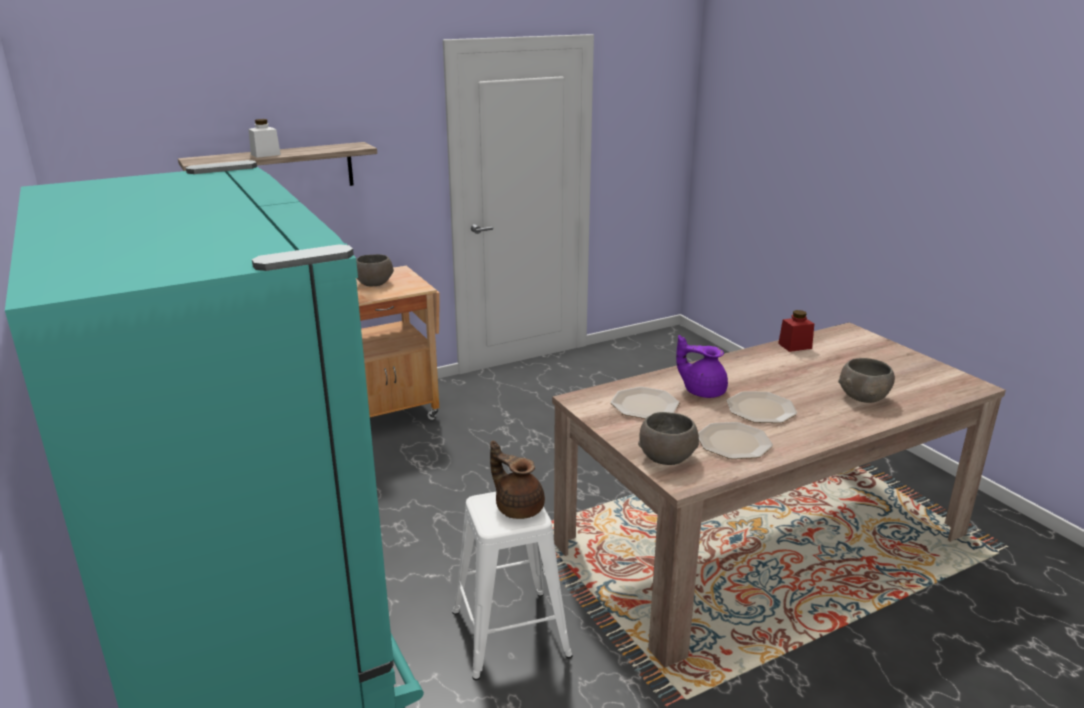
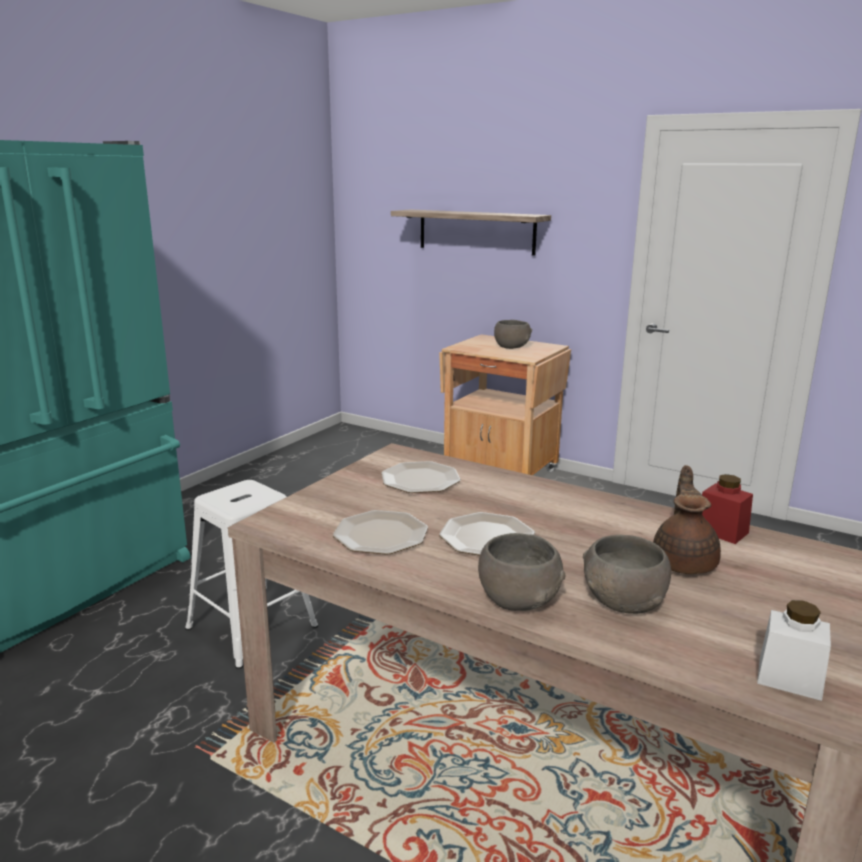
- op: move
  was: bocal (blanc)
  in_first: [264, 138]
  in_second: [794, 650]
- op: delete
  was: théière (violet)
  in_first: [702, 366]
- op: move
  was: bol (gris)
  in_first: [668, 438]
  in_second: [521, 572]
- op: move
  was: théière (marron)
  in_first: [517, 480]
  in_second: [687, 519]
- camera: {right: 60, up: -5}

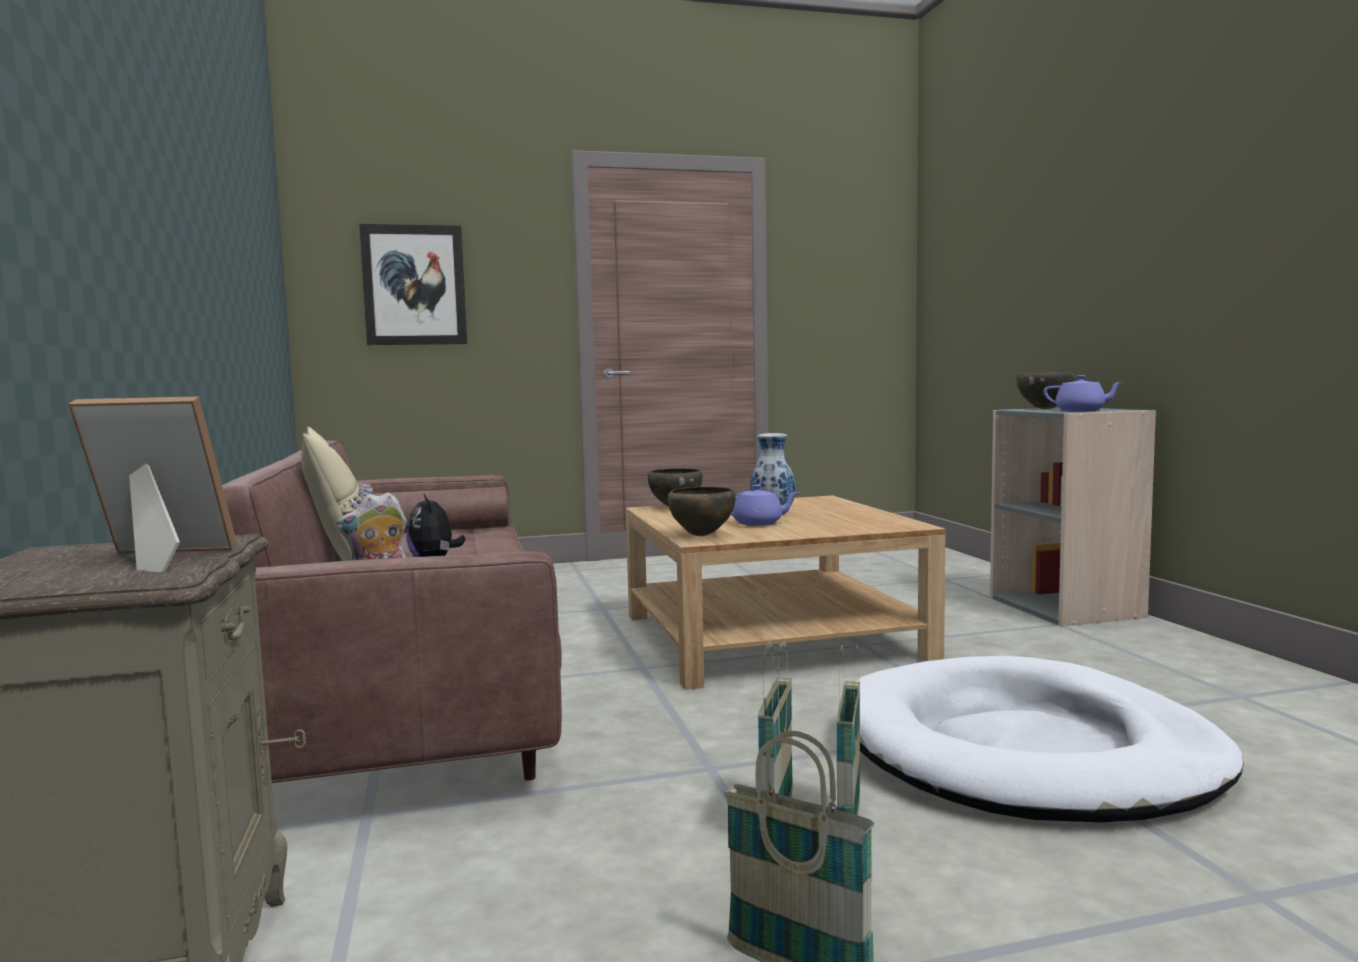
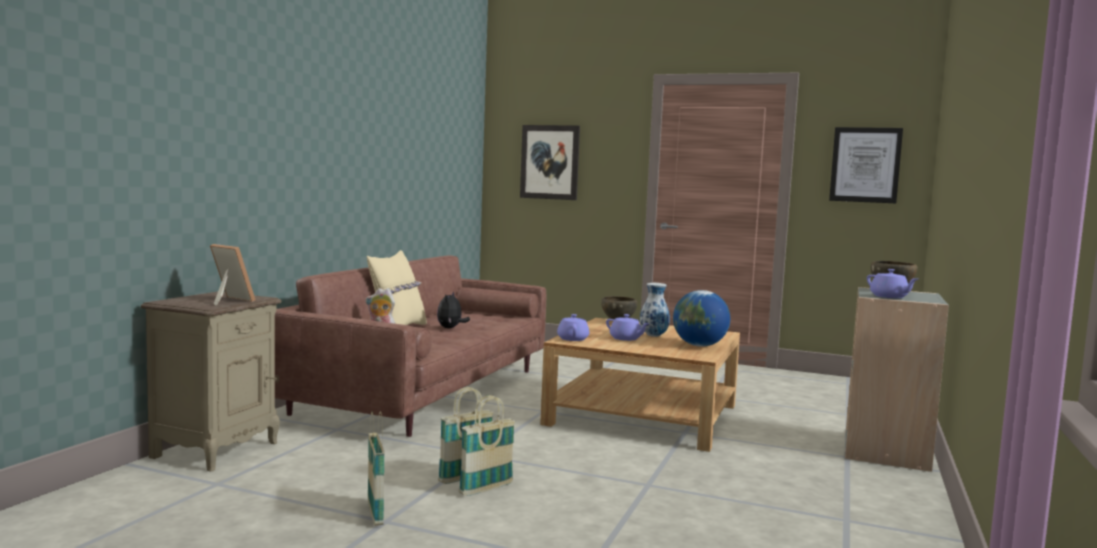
- op: replace
  was: bol (marron)
  now: théière (violet)
  in_first: [701, 511]
  in_second: [573, 327]
- op: delete
  was: panier pour chien (blanc)
  in_first: [1050, 739]
- op: insert
  now: tableau
  in_second: [866, 165]
- op: insert
  now: globe
  in_second: [701, 318]
- camera: {right: 35, up: 0}

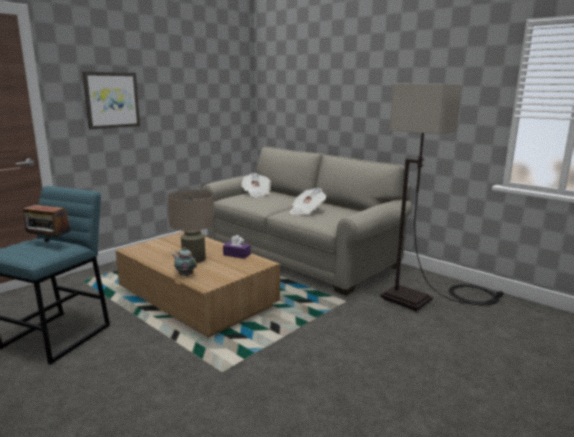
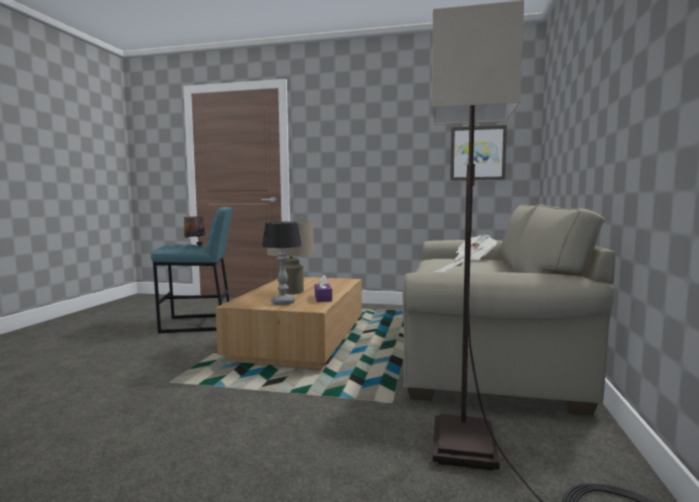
- op: move
  was: tableau
  in_first: [111, 100]
  in_second: [478, 153]
- op: delete
  was: théière
  in_first: [185, 261]
- op: insert
  now: lampe de table
  in_second: [282, 263]
- camera: {right: 60, up: -10}

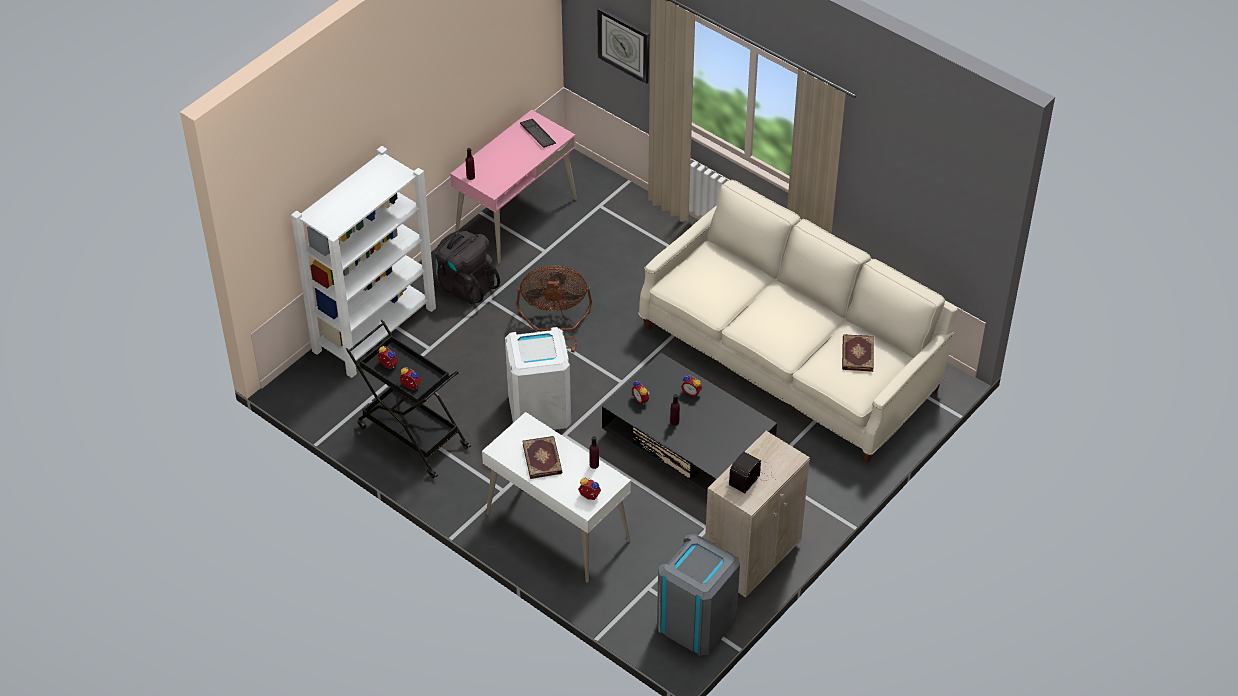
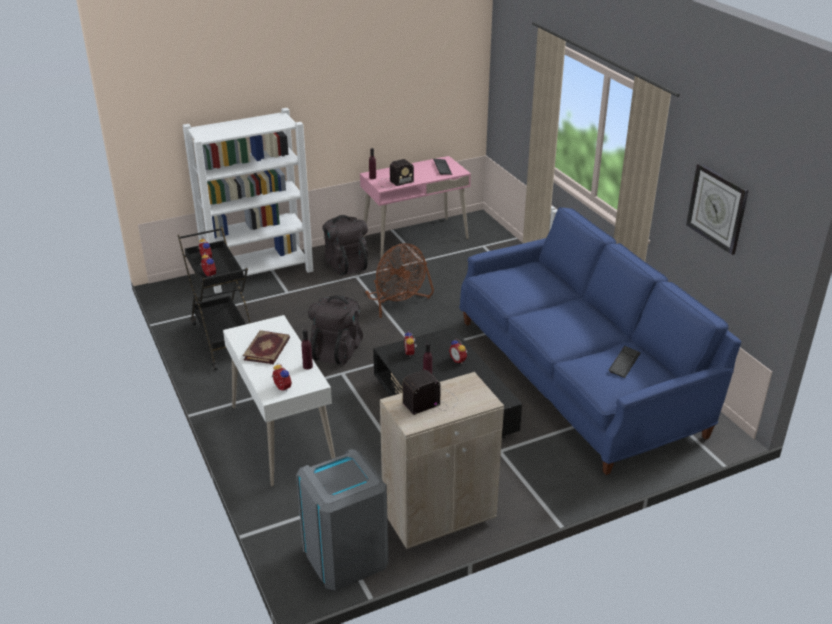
- op: move
  was: horloge murale
  in_first: [623, 45]
  in_second: [717, 209]
- op: recolor
  was: canapé (beige)
  now: canapé (bleu)
  in_first: [797, 321]
  in_second: [600, 341]
- op: rotate
  was: ventilateur (marron)
  in_first: [554, 309]
  in_second: [399, 280]
  clockwise: 120
- op: replace
  was: poubelle (blanc)
  now: sac à dos (noir)
  in_first: [538, 378]
  in_second: [335, 330]
- op: replace
  was: livre
  now: clavier
  in_first: [858, 353]
  in_second: [625, 362]
- op: insert
  now: radio
  in_second: [396, 174]
- camera: {right: 25, up: -15}

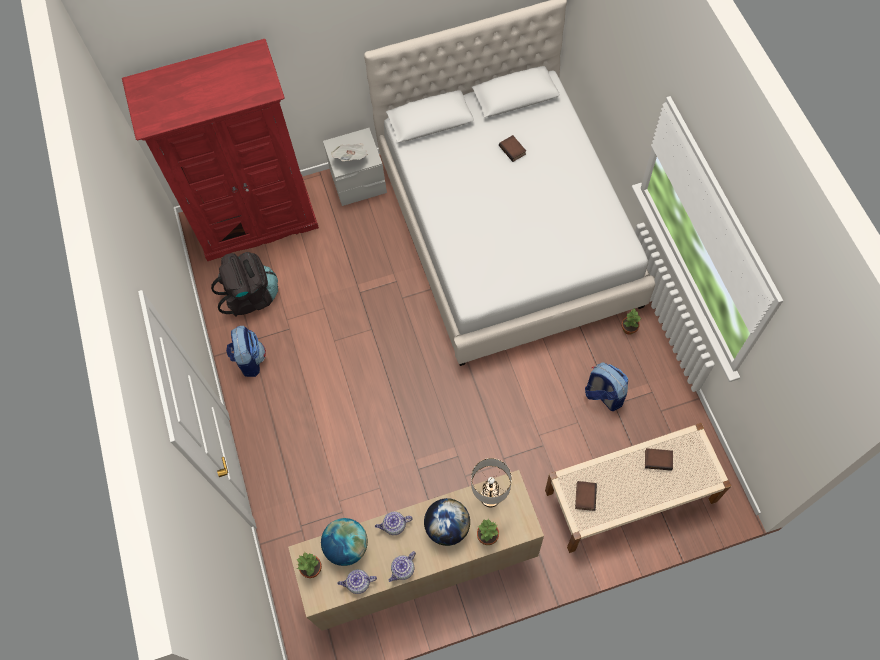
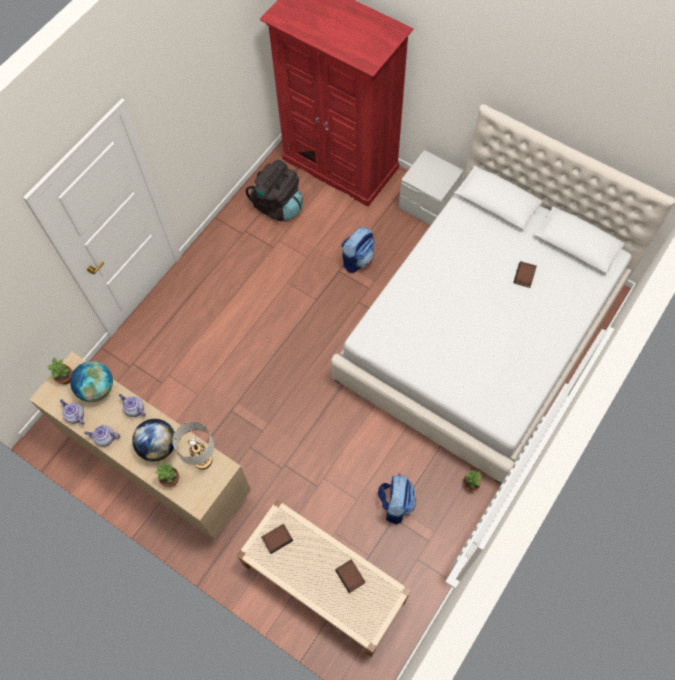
- op: delete
  was: journal
  in_first: [349, 152]
- op: move
  was: sac à dos
  in_first: [246, 351]
  in_second: [358, 250]
- camera: {right: 50, up: 0}

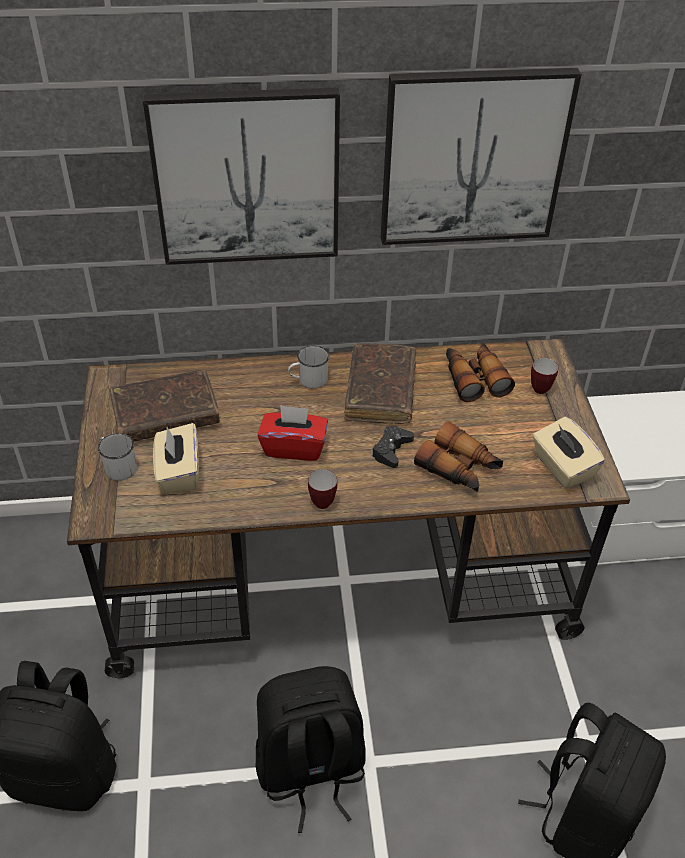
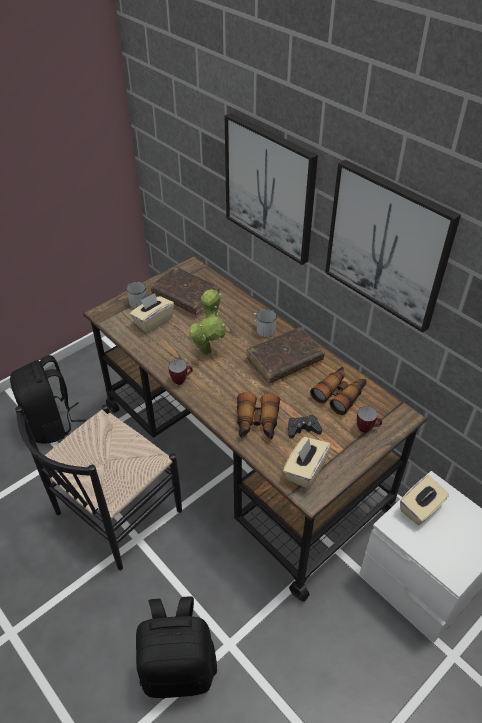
- op: replace
  was: boîte à mouchoirs (rouge)
  now: plante en pot
  in_first: [292, 433]
  in_second: [207, 322]
- op: move
  was: manette (noir)
  in_first: [393, 447]
  in_second: [305, 426]
- op: replace
  was: sac à dos (noir)
  now: chaise (noir)
  in_first: [310, 749]
  in_second: [98, 487]
- op: insert
  now: boîte à mouchoirs (beige)
  in_second: [424, 500]
- camera: {right: 55, up: 0}

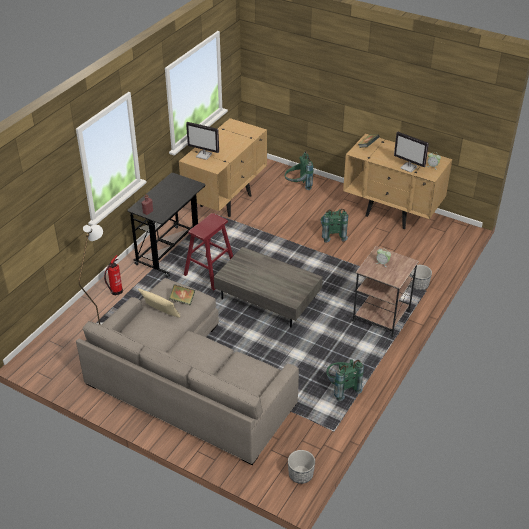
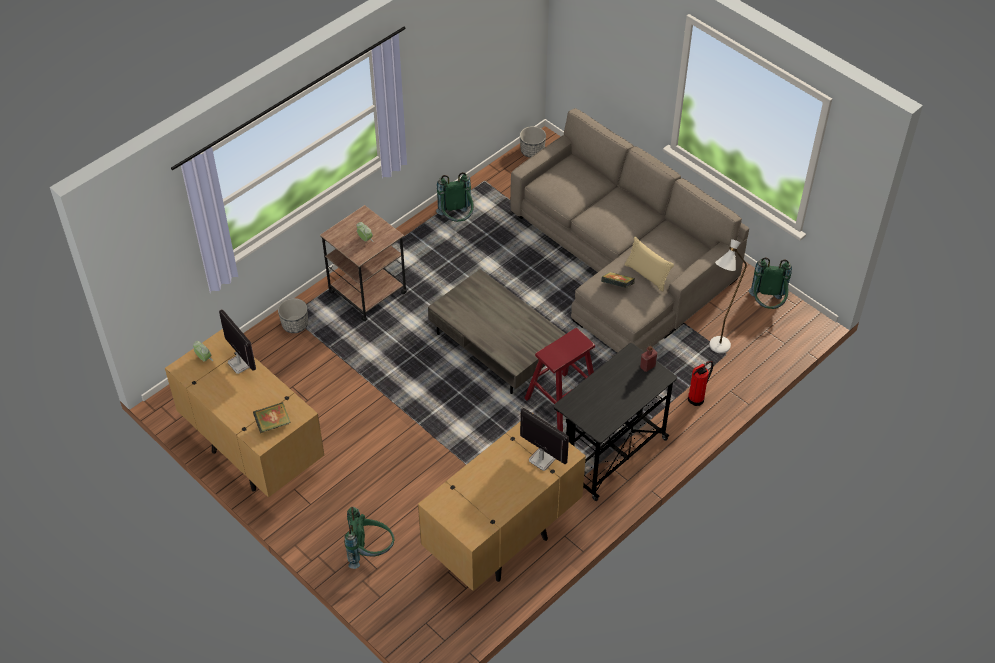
- op: move
  was: sac à dos (vert)
  in_first: [334, 226]
  in_second: [770, 283]
- camera: {right: -165, up: 10}

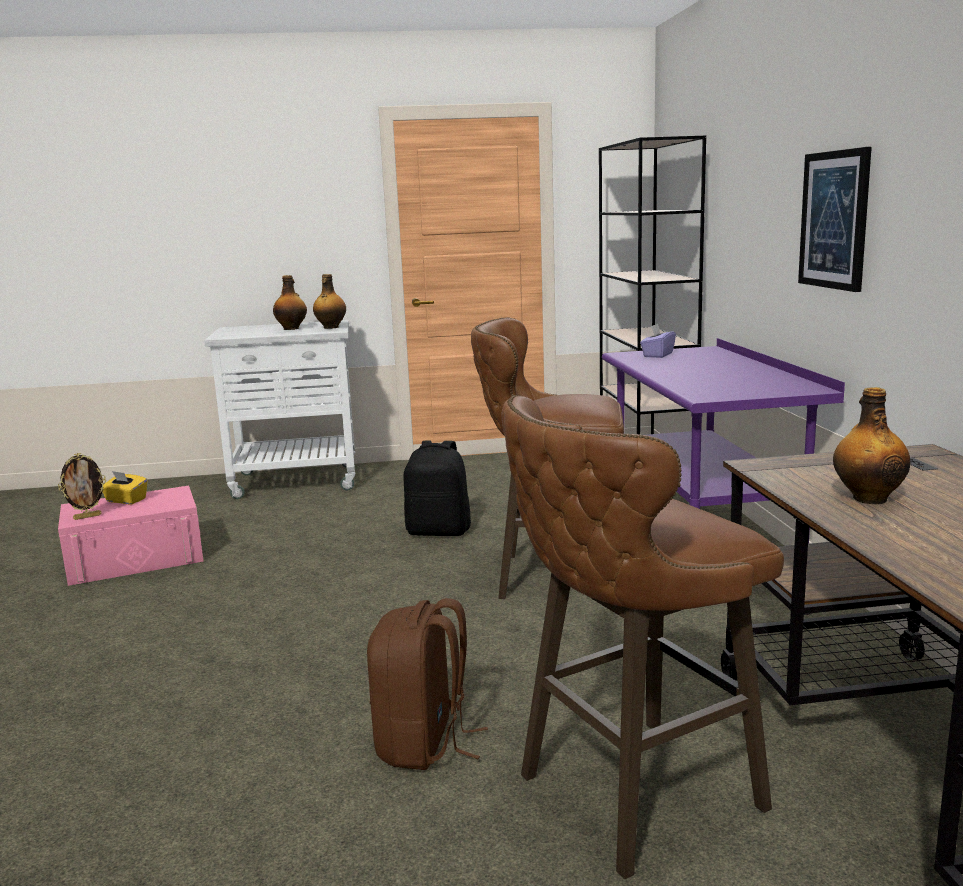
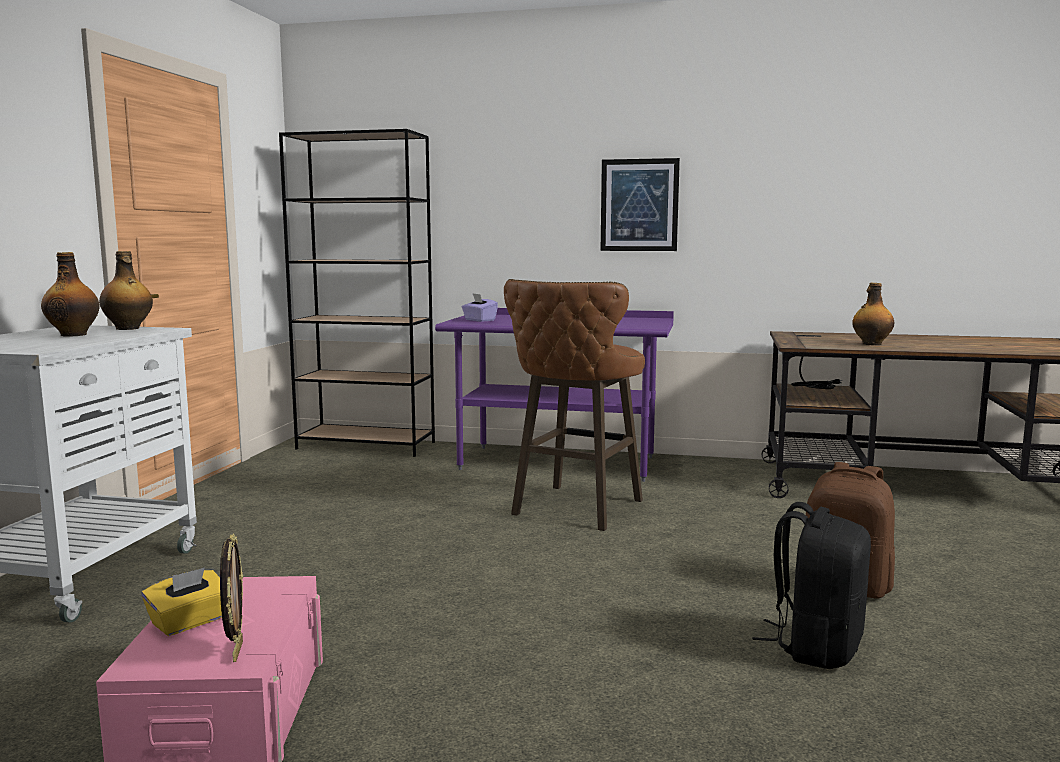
- op: delete
  was: tabouret (marron)
  in_first: [643, 637]
- op: move
  was: sac à dos (noir)
  in_first: [437, 488]
  in_second: [811, 585]
- camera: {right: -70, up: -5}

